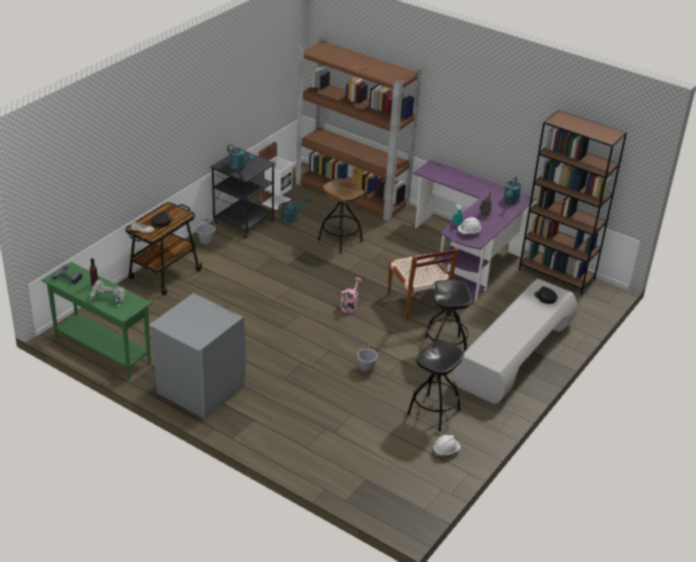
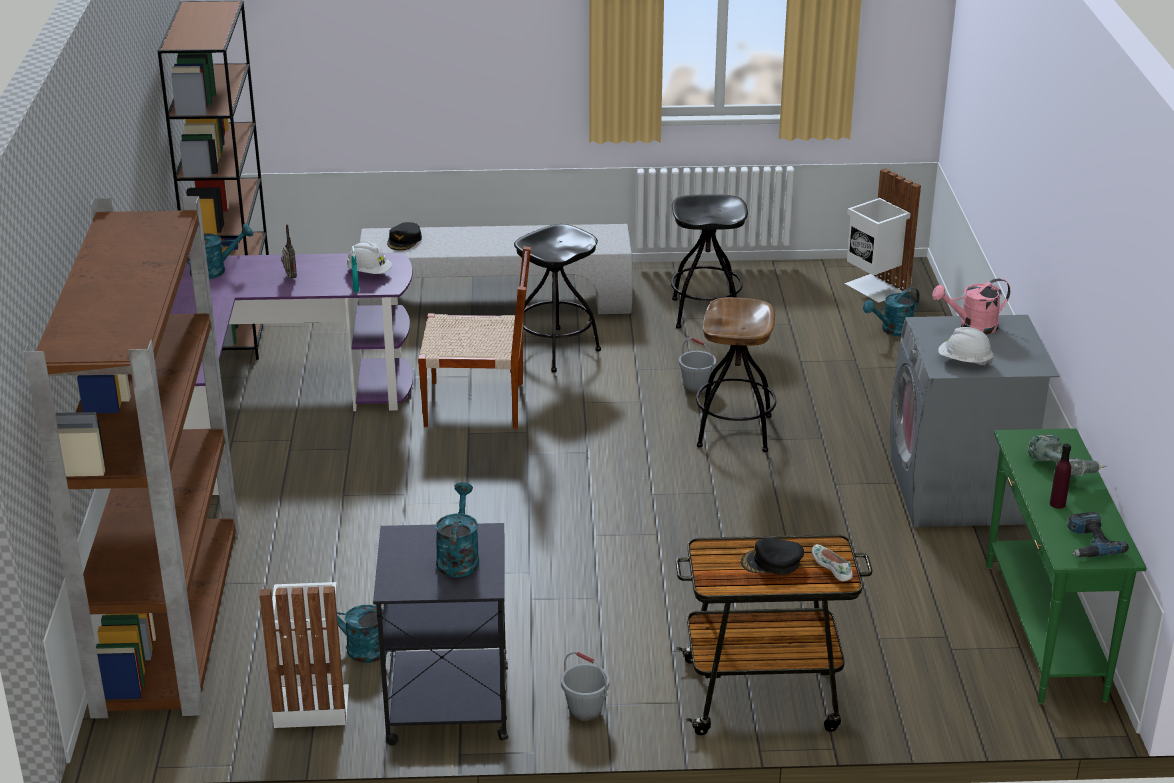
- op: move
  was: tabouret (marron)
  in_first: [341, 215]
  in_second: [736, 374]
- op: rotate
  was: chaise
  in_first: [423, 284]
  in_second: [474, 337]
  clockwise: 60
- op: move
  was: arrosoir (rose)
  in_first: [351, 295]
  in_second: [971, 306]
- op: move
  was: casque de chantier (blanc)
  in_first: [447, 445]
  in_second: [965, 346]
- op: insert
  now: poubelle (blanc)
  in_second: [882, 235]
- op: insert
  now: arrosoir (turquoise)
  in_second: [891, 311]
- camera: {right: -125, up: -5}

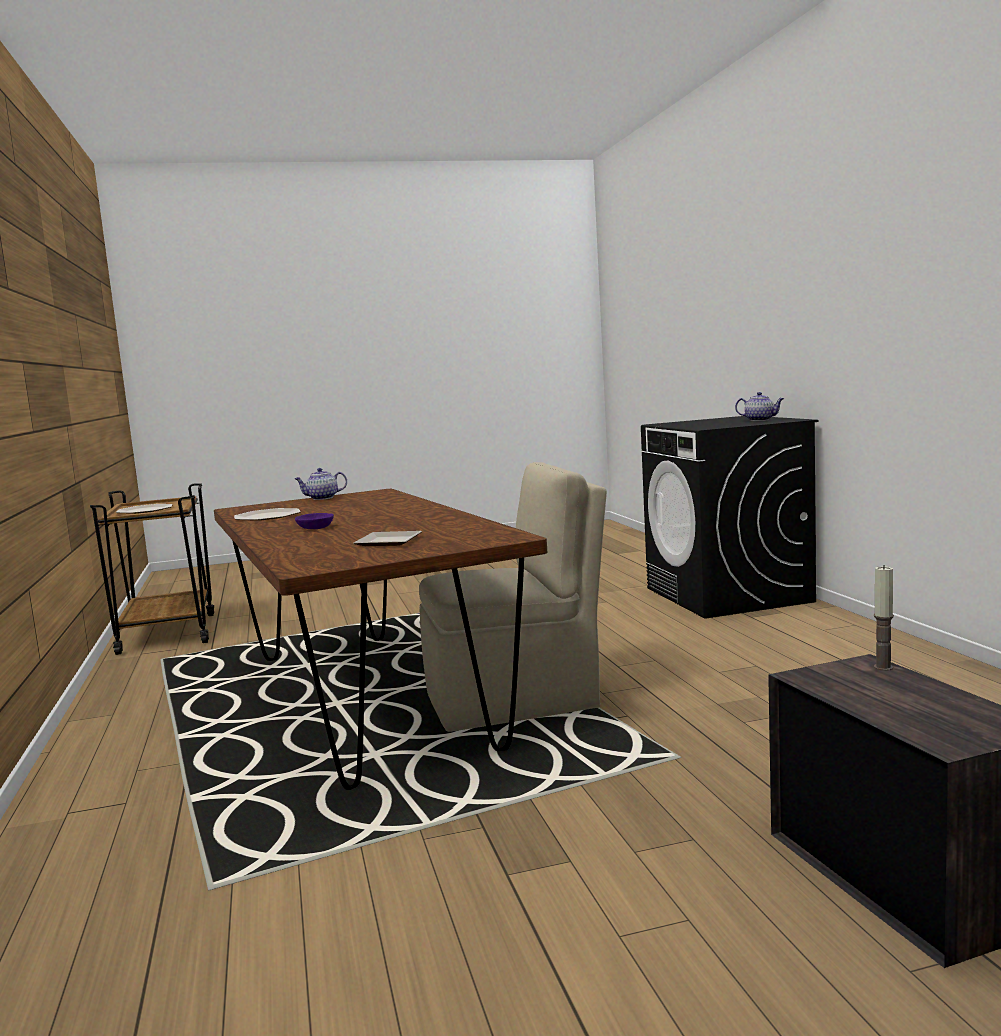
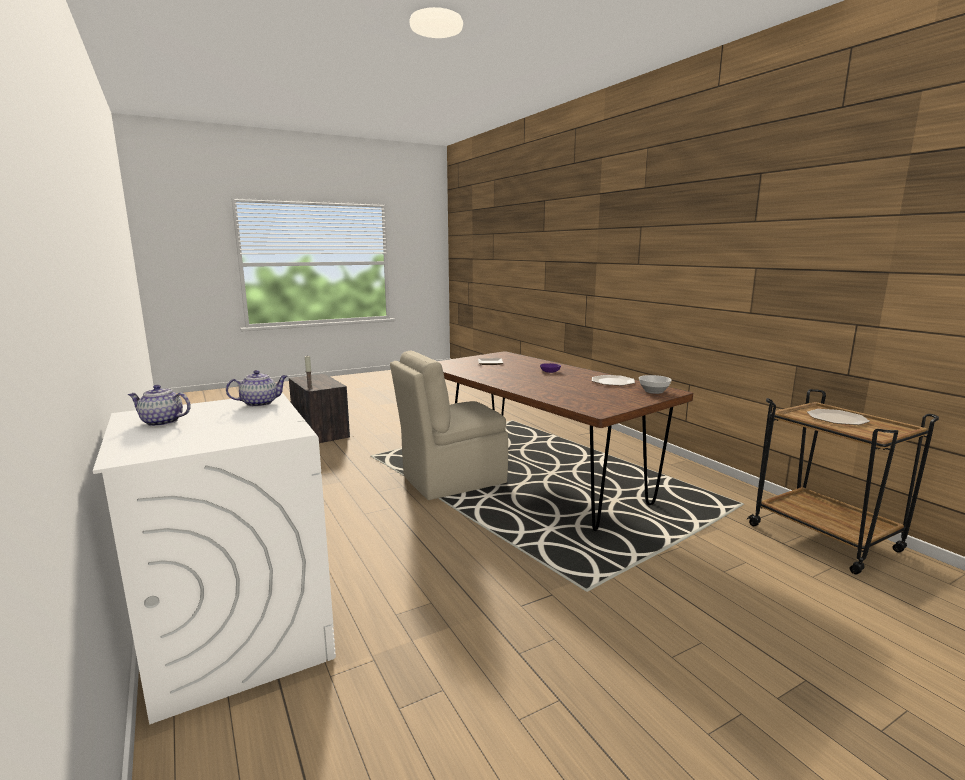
- op: recolor
  was: lave-linge (noir)
  now: lave-linge (blanc)
  in_first: [730, 517]
  in_second: [214, 559]
- op: move
  was: théière
  in_first: [321, 484]
  in_second: [256, 388]
- op: insert
  now: bol
  in_second: [655, 384]
- camera: {right: 165, up: 5}

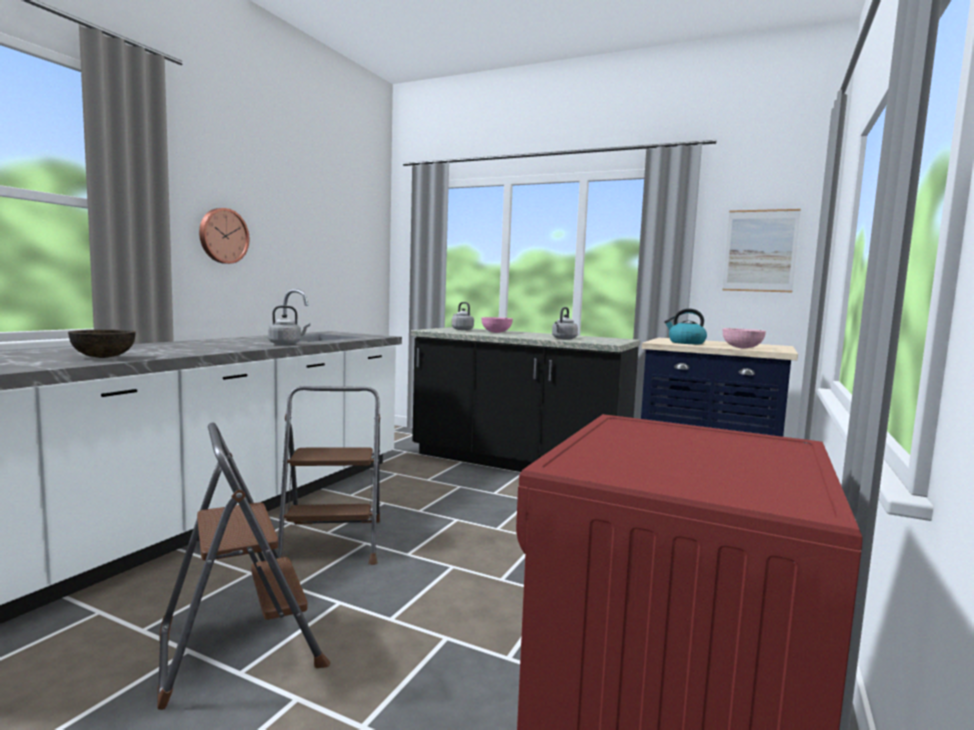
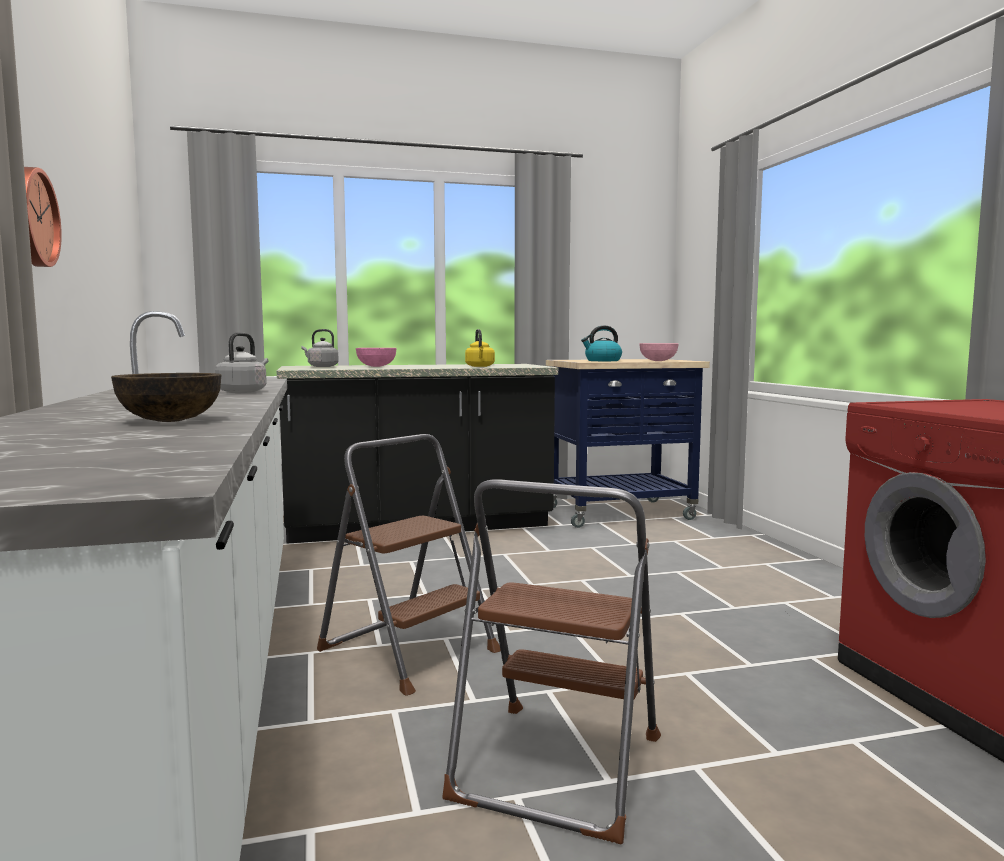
- op: delete
  was: tableau
  in_first: [761, 250]
- op: recolor
  was: bouilloire (gris)
  now: bouilloire (jaune)
  in_first: [565, 323]
  in_second: [480, 348]
- camera: {right: -40, up: 0}

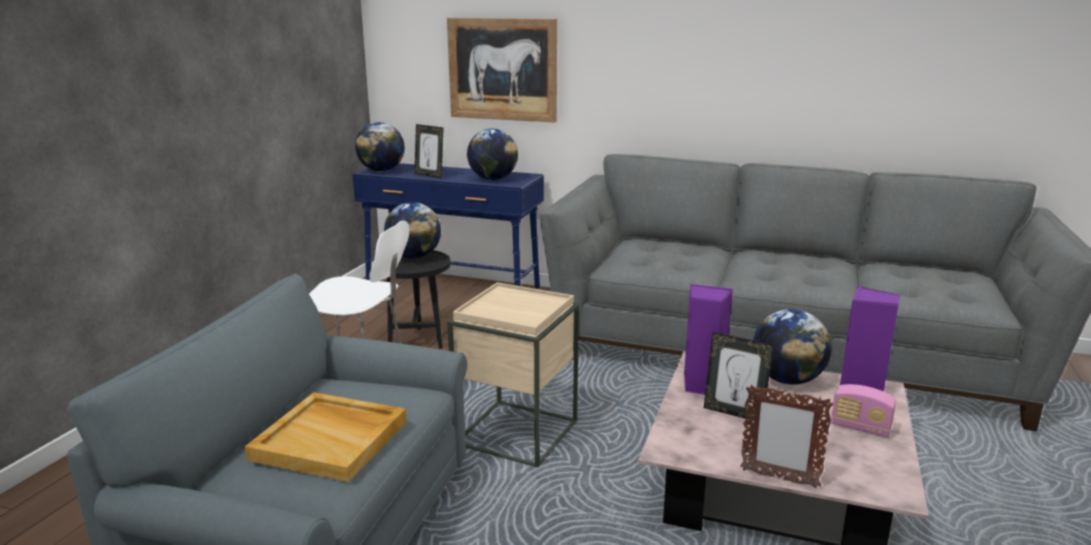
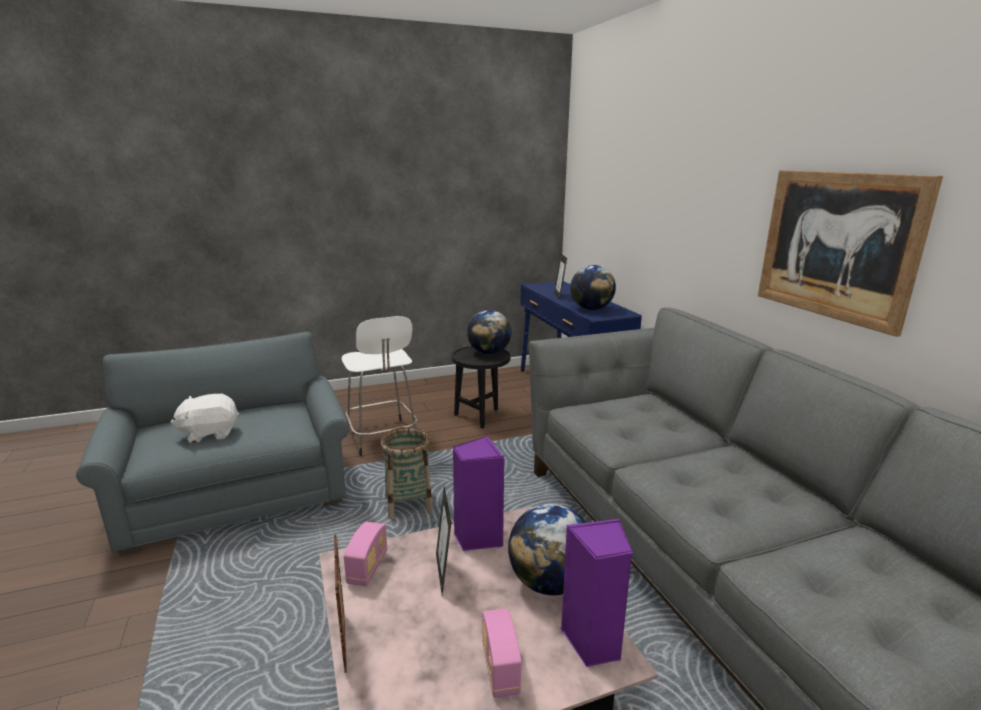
- op: move
  was: tableau
  in_first: [502, 70]
  in_second: [850, 253]
- op: delete
  was: globe
  in_first: [380, 147]
- op: replace
  was: table d'appoint (beige)
  now: panier
  in_first: [513, 374]
  in_second: [407, 473]
- op: replace
  was: plateau (beige)
  now: peluche (blanc)
  in_first: [326, 437]
  in_second: [204, 418]
- op: insert
  now: radio
  in_second: [365, 554]
- camera: {right: 50, up: 0}

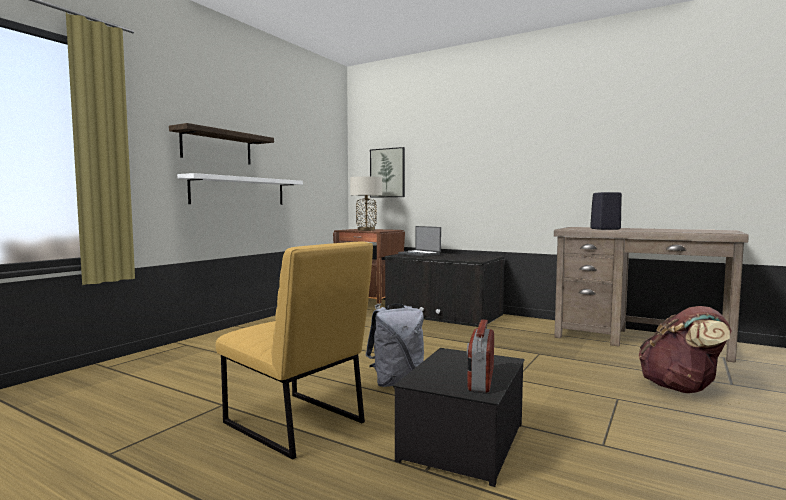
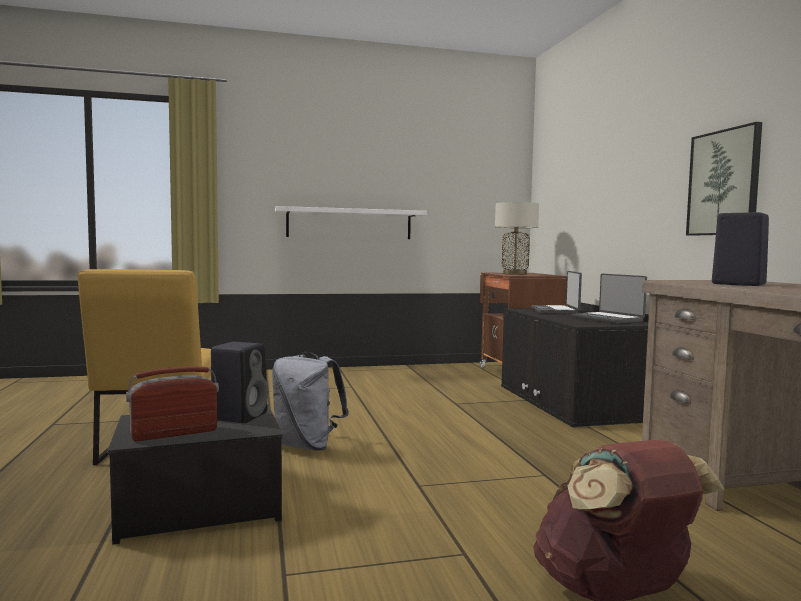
- op: delete
  was: étagère
  in_first: [221, 143]
- op: move
  was: tableau
  in_first: [387, 172]
  in_second: [724, 179]
- op: insert
  now: ordinateur portable
  in_second: [609, 299]
- op: insert
  now: enceinte (noir)
  in_second: [239, 382]
- camera: {right: 45, up: 0}

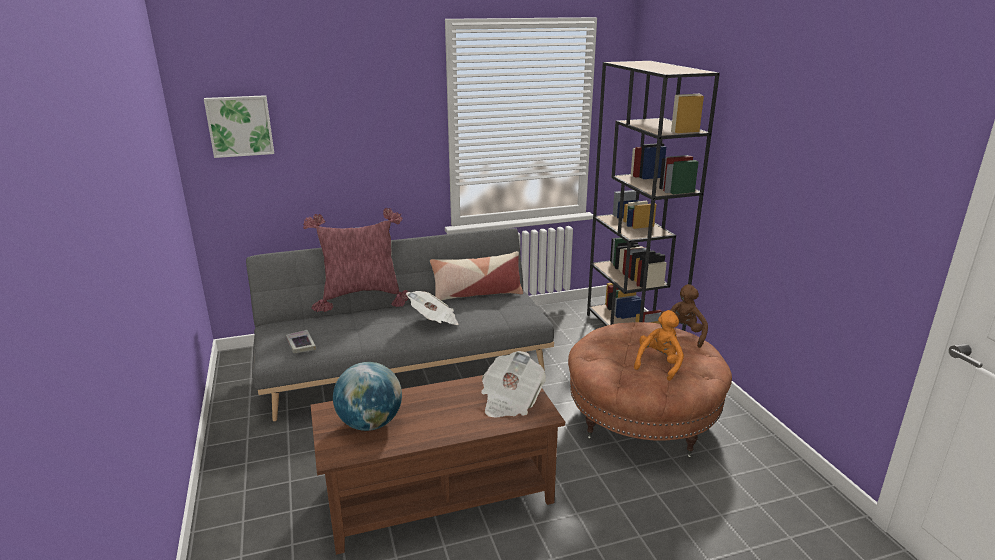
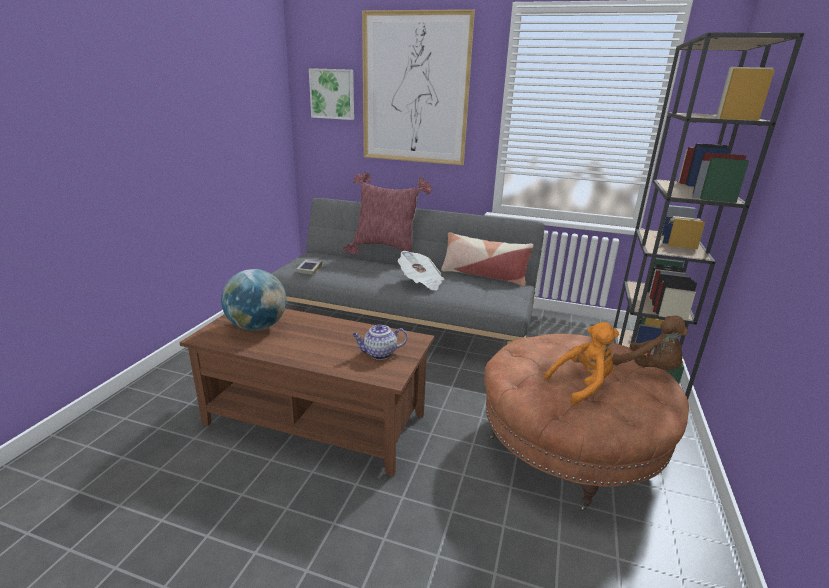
- op: rotate
  was: peluche (marron)
  in_first: [684, 316]
  in_second: [650, 343]
  clockwise: 90
- op: replace
  was: journal
  now: théière
  in_first: [513, 384]
  in_second: [380, 342]
- op: insert
  now: tableau
  in_second: [418, 87]
- camera: {right: 35, up: 0}

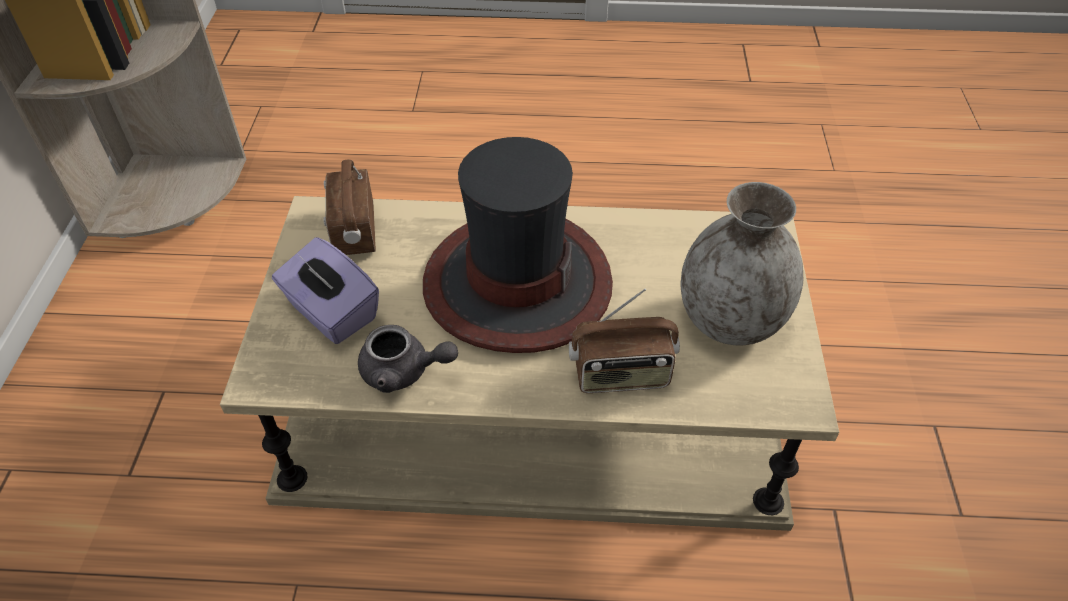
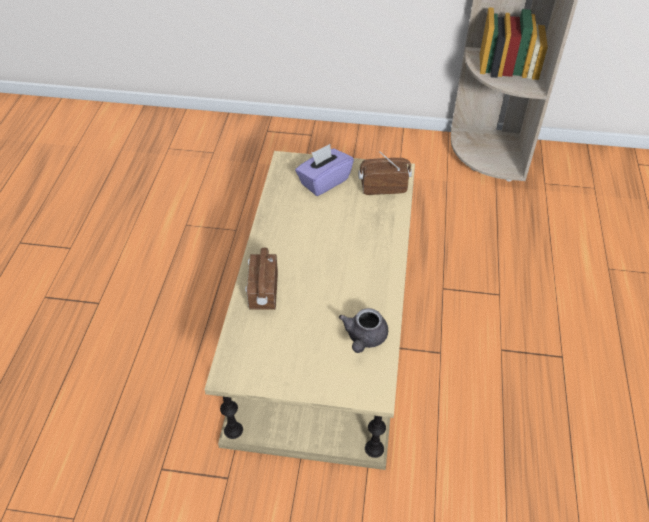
- op: delete
  was: chapeau
  in_first: [518, 245]
- op: delete
  was: vase (gris)
  in_first: [742, 263]
- op: move
  was: théière (gris)
  in_first: [408, 359]
  in_second: [363, 330]
- camera: {right: 95, up: 0}

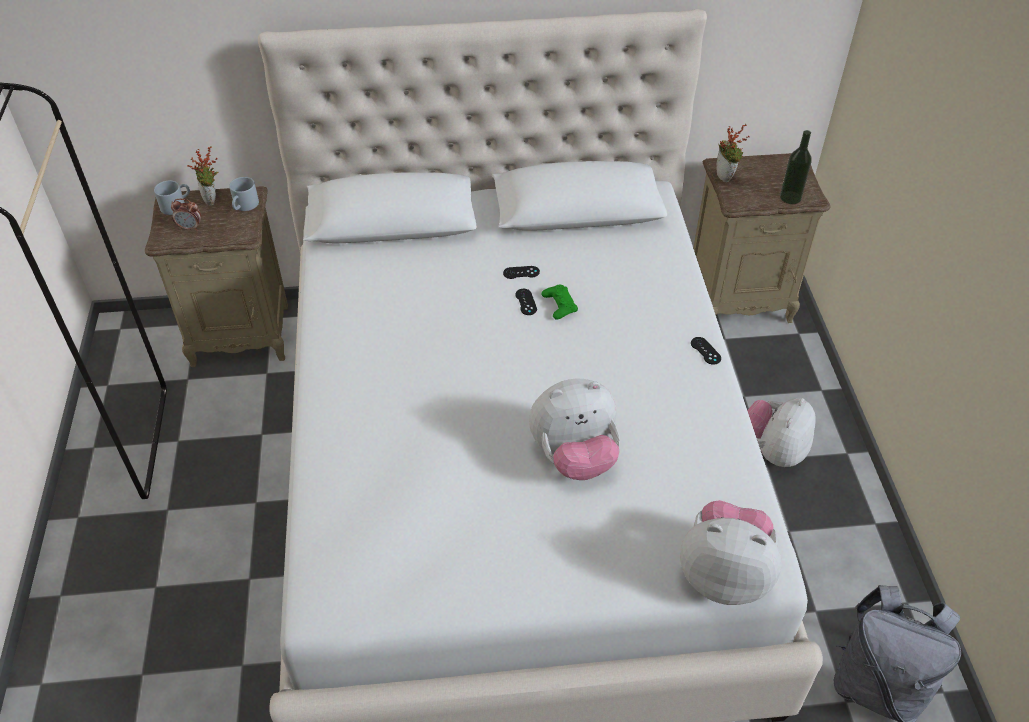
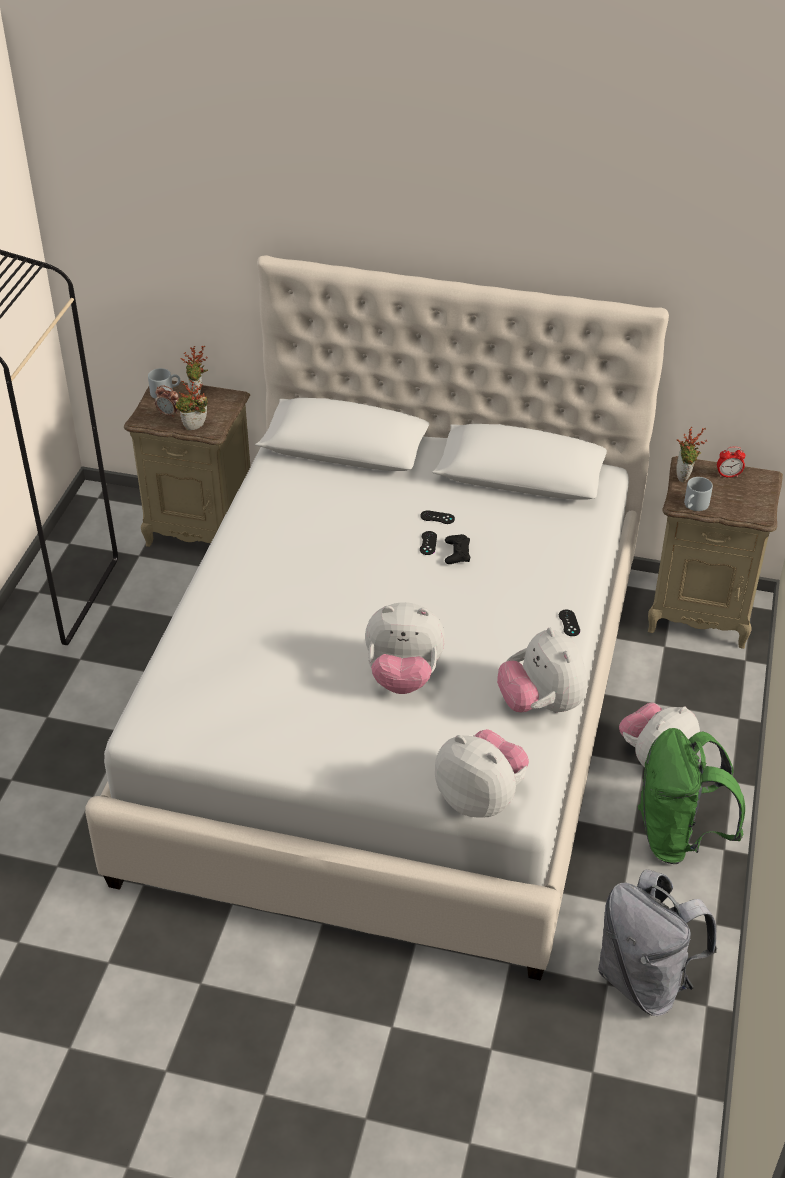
- op: delete
  was: bouteille
  in_first: [796, 167]
- op: move
  was: mug (gris)
  in_first: [244, 194]
  in_second: [698, 494]
- op: recolor
  was: manette (vert)
  now: manette (noir)
  in_first: [560, 301]
  in_second: [457, 549]
- op: insert
  now: plante en pot
  in_second: [191, 405]
- op: insert
  now: réveil
  in_second: [731, 462]
- op: insert
  now: peluche
  in_second: [542, 670]
- op: insert
  now: sac à dos (vert)
  in_second: [691, 796]
- camera: {right: 20, up: -5}

